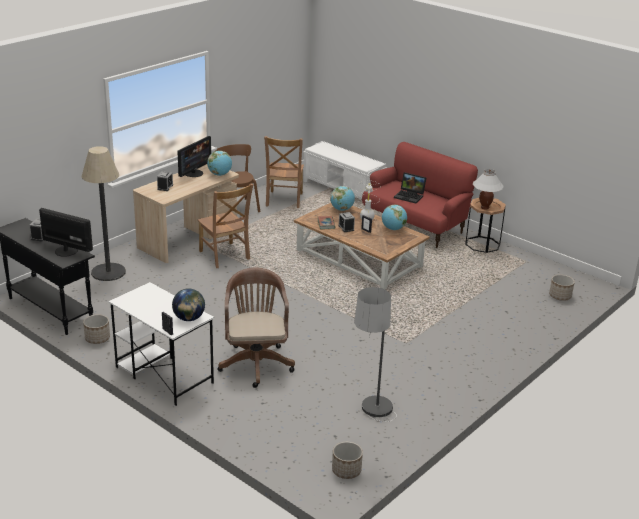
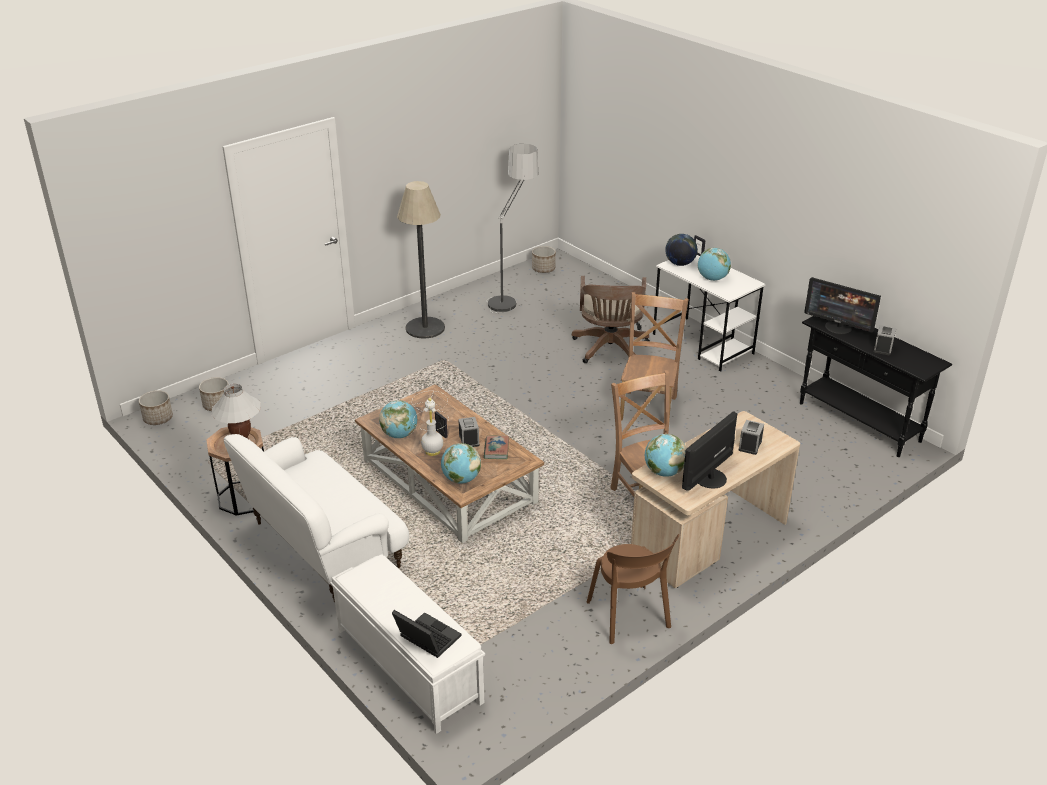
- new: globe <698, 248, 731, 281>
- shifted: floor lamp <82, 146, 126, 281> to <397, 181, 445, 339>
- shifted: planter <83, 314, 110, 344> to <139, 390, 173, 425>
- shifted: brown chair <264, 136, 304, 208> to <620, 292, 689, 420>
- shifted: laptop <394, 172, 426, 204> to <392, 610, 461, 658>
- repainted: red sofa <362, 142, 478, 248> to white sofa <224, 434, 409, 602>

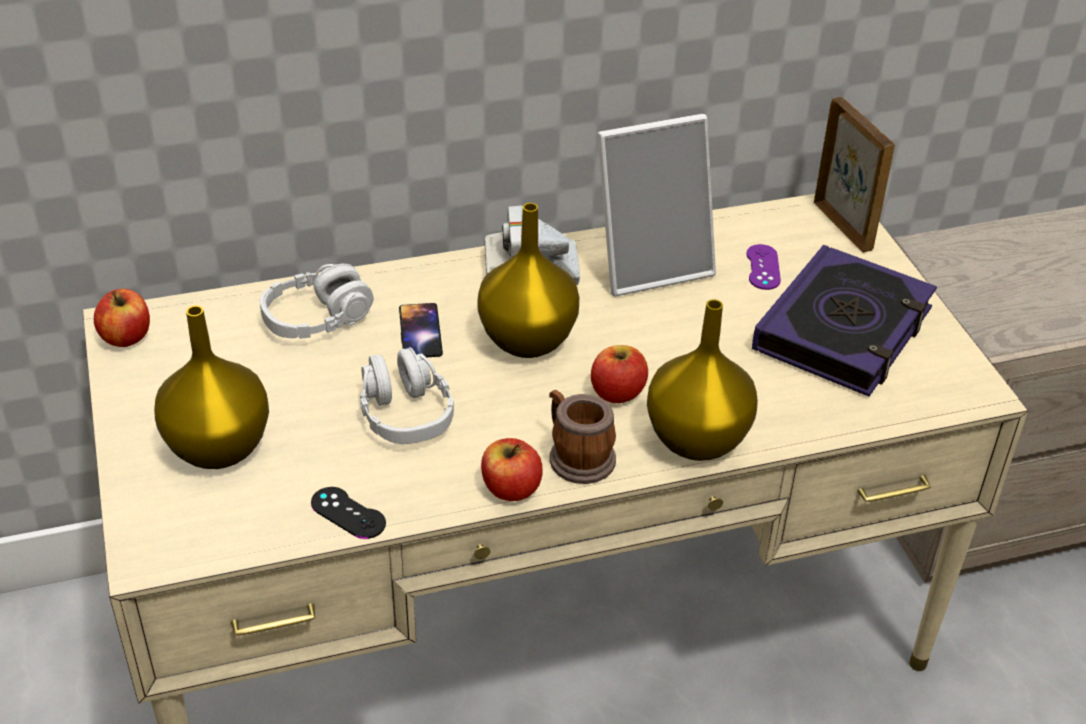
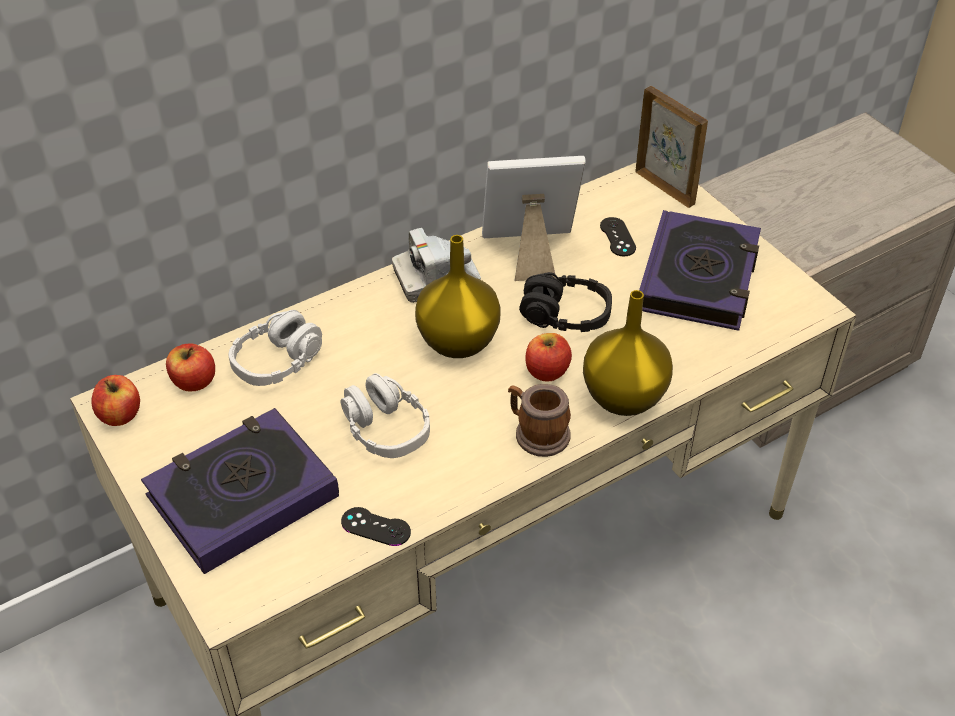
- gone: phone <399, 303, 443, 358>
- new: black headphones <519, 272, 612, 332>
- shifted: apple <481, 438, 543, 501> to <166, 343, 215, 391>
- swapped: yellow vase <154, 306, 269, 469> to book <141, 408, 339, 574>
- repainted: purple game controller <746, 244, 781, 290> to black game controller <600, 217, 636, 256>
- rotated: picture frame <597, 114, 716, 296> = <482, 156, 586, 281> 150 degrees counterclockwise

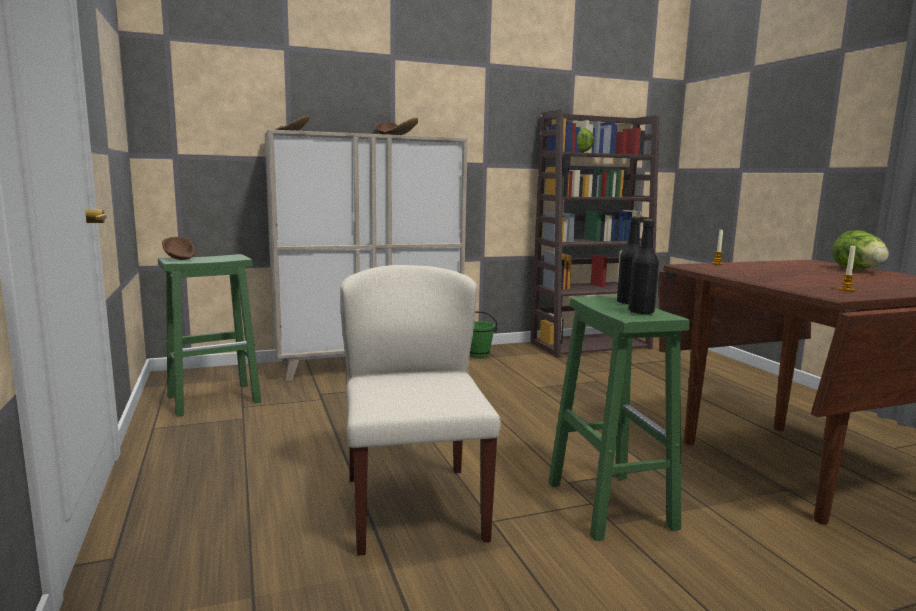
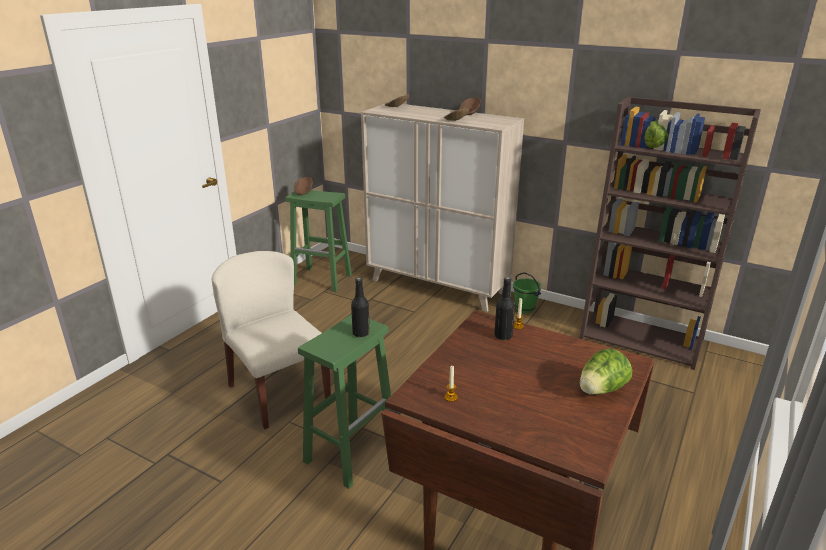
- shifted: black bottle <628, 220, 659, 314> to <494, 277, 515, 340>
- rotated: beige chair <340, 265, 501, 556> = <211, 251, 331, 429> 75 degrees counterclockwise

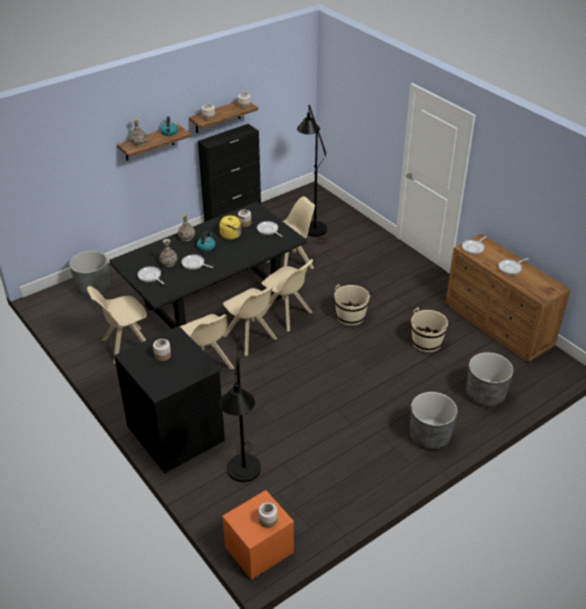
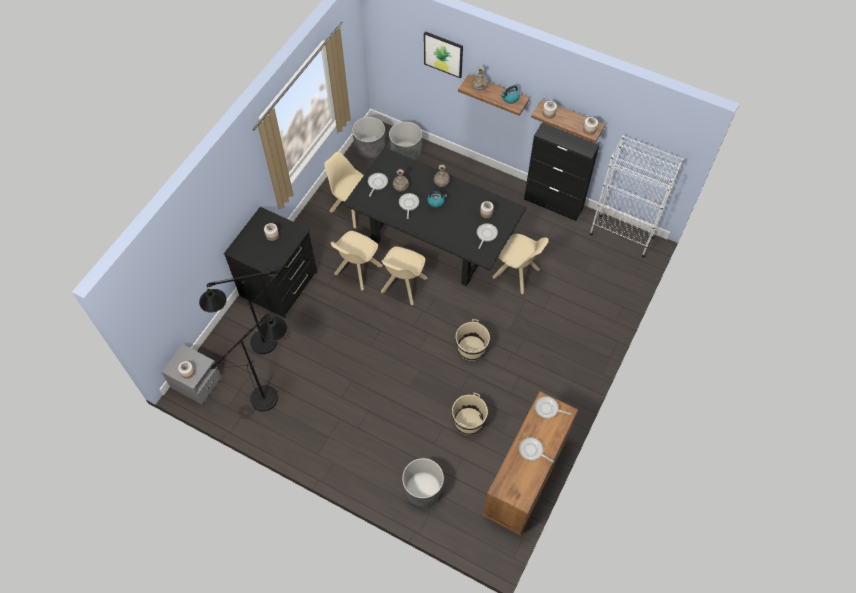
- gone: yellow kettle <219, 214, 245, 240>
- gone: beige chair <260, 259, 313, 331>
- new: picture <424, 31, 463, 79>
- new: white bookcase <590, 135, 683, 258>
- shifted: black floor lamp <297, 105, 327, 244> to <211, 314, 287, 419>
- shifted: grey planter <410, 392, 457, 449> to <352, 117, 385, 158>
- repainted: orange nightstand <222, 490, 294, 580> to grey nightstand <161, 344, 222, 405>

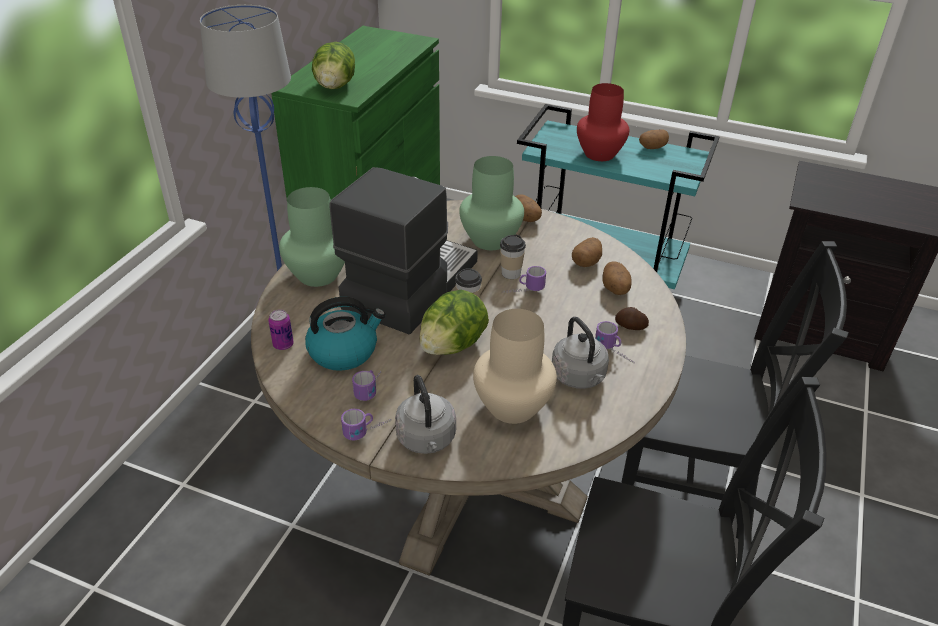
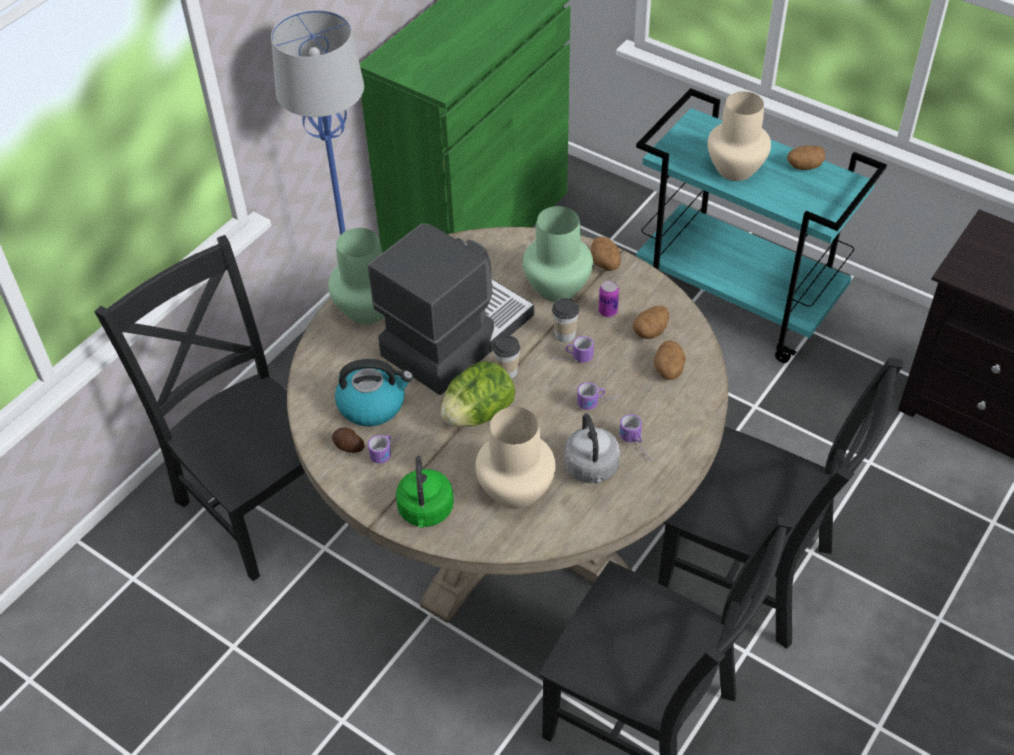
- gone: lettuce <312, 42, 355, 89>
- new: black chair <94, 235, 305, 581>
- shifted: can <268, 309, 294, 350> to <598, 280, 619, 317>
- shifted: mug <341, 409, 391, 441> to <577, 382, 621, 410>
- shifted: potato <615, 307, 649, 330> to <332, 427, 365, 453>
- repainted: grey kettle <395, 375, 456, 454> to green kettle <396, 456, 454, 528>
- repainted: red vase <577, 83, 629, 161> to beige vase <707, 91, 771, 181>

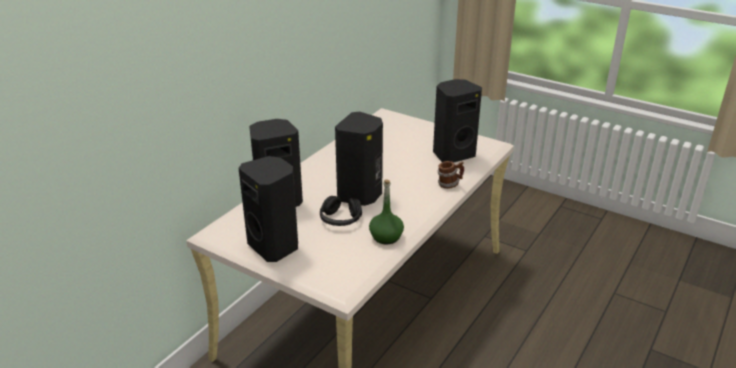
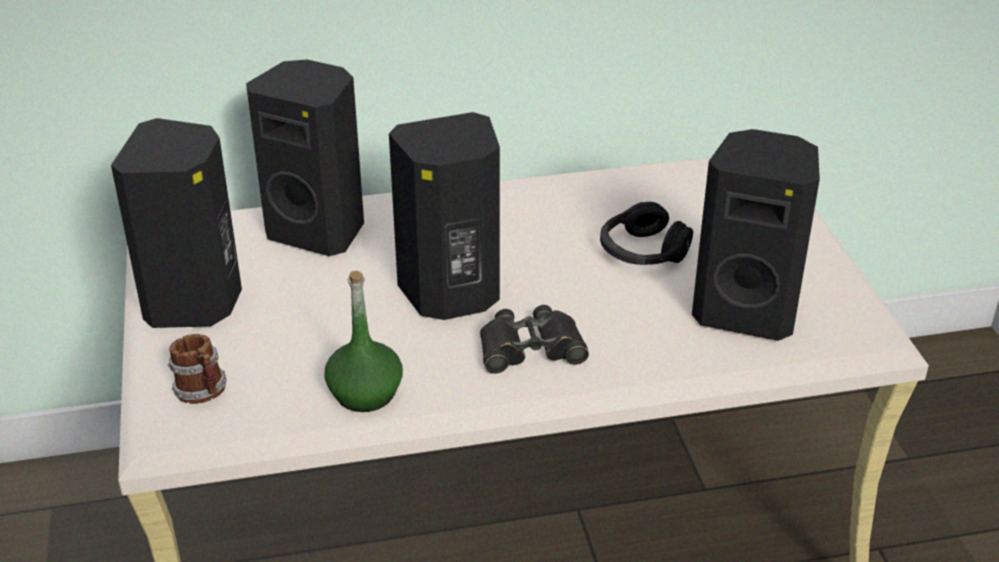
- new: black binoculars <480, 305, 589, 374>
- shifted: black headphones <320, 196, 362, 226> to <600, 202, 693, 265>
- shifted: mug <437, 161, 464, 189> to <168, 334, 227, 404>

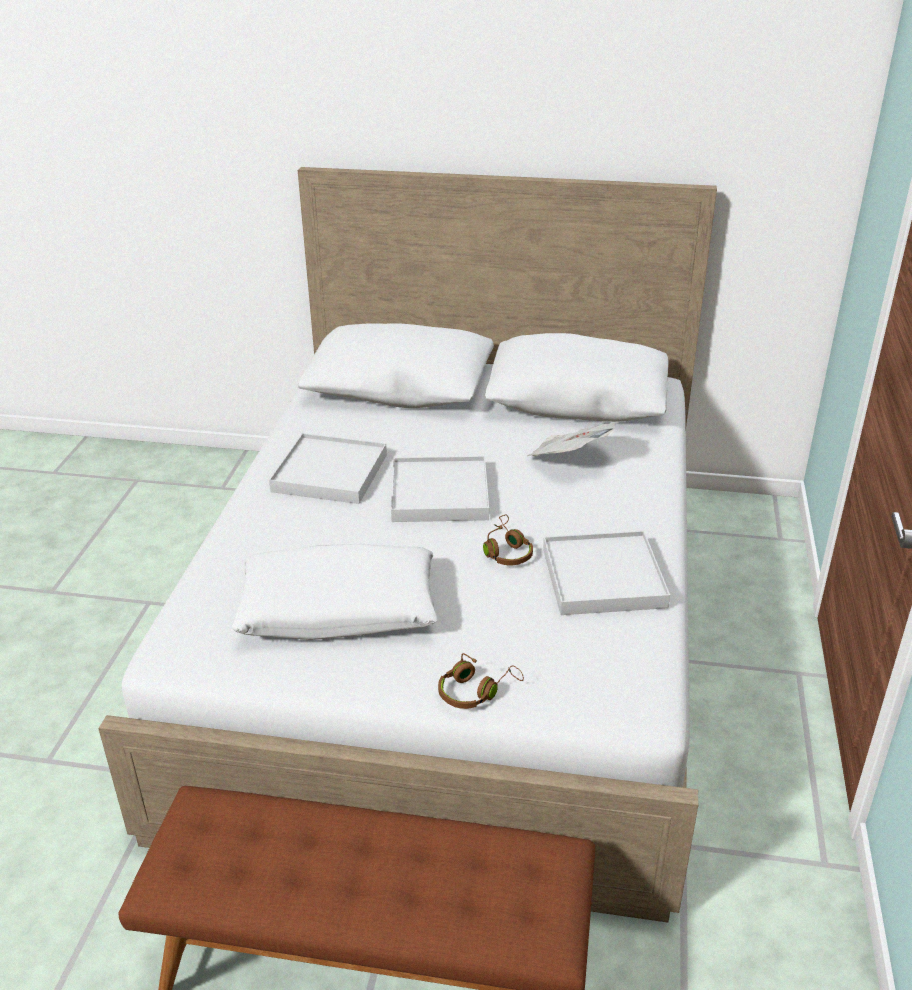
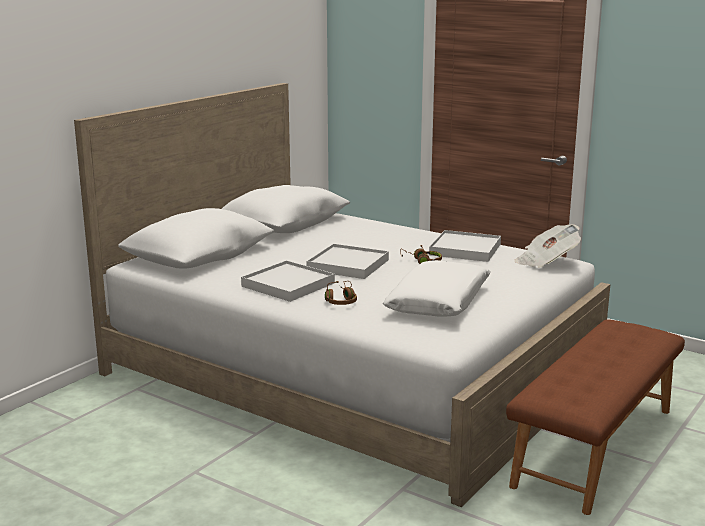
- shifted: brown headphones <438, 653, 524, 709> to <325, 281, 357, 305>
- shifted: newspaper <528, 422, 619, 456> to <515, 224, 581, 268>

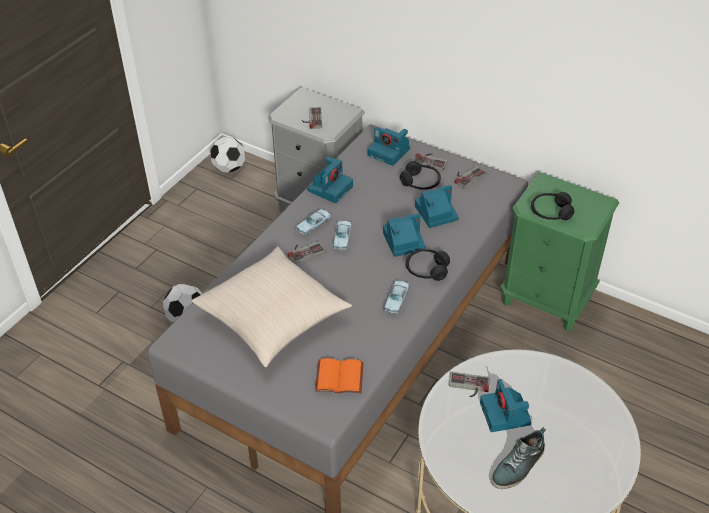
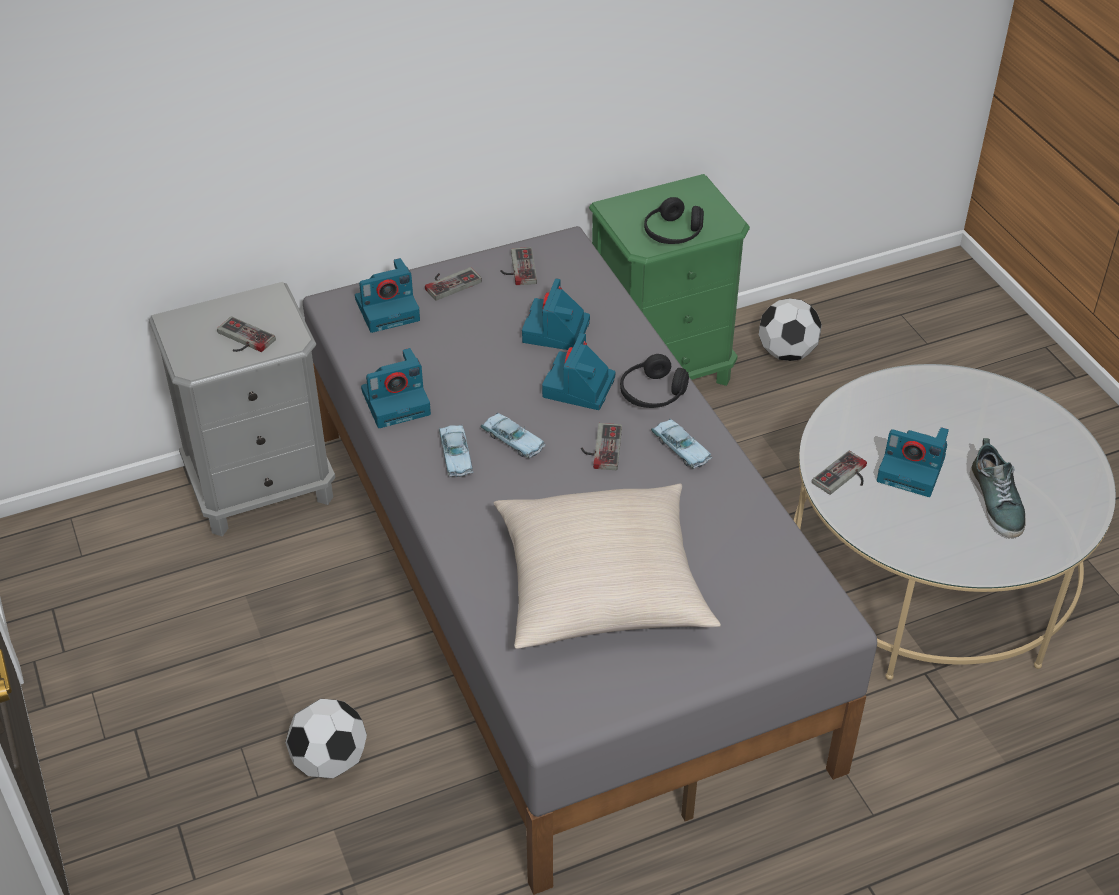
- gone: orange book <315, 358, 363, 394>
- gone: black headphones <400, 161, 441, 190>
- shifted: football <210, 137, 245, 173> to <759, 298, 822, 361>
- shifted: game controller <287, 241, 326, 264> to <581, 423, 622, 470>
- rotated: photo camera <308, 156, 353, 203> = <361, 348, 431, 428> 90 degrees clockwise

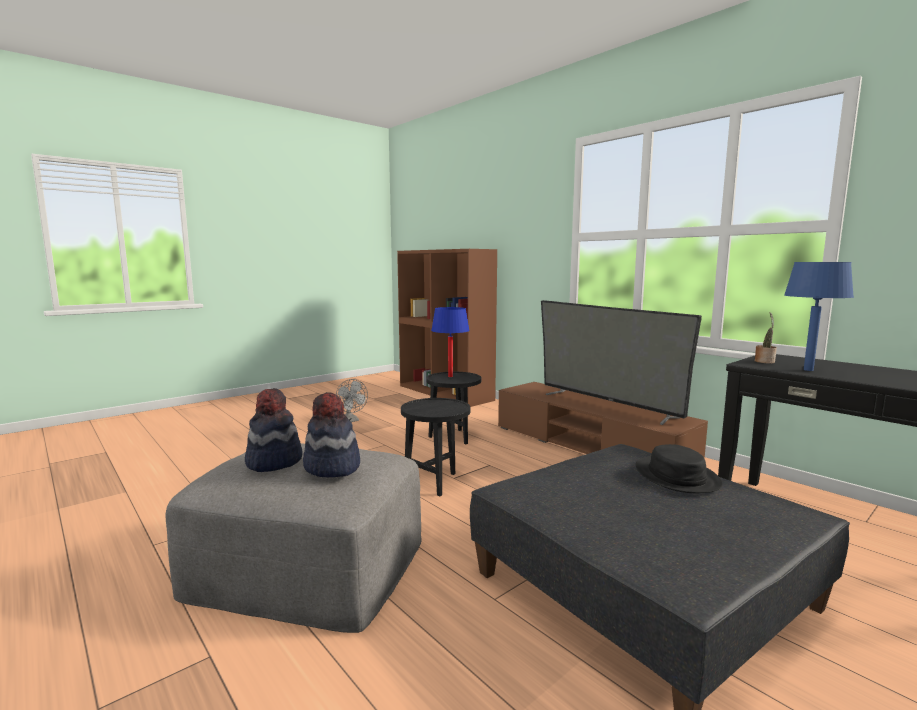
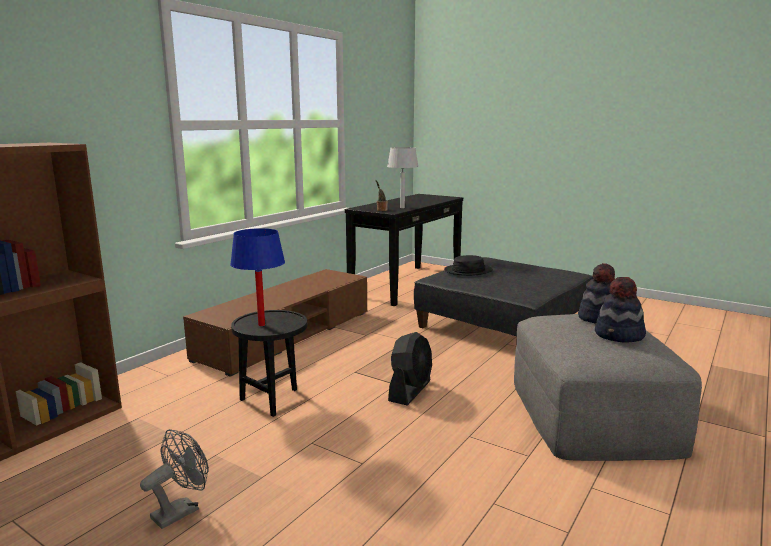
- gone: television <541, 300, 702, 425>
- swapped: black side table <401, 398, 470, 496> to black fan <388, 332, 432, 406>
- repainted: blue table lamp <784, 262, 854, 371> to grey table lamp <387, 147, 419, 208>

